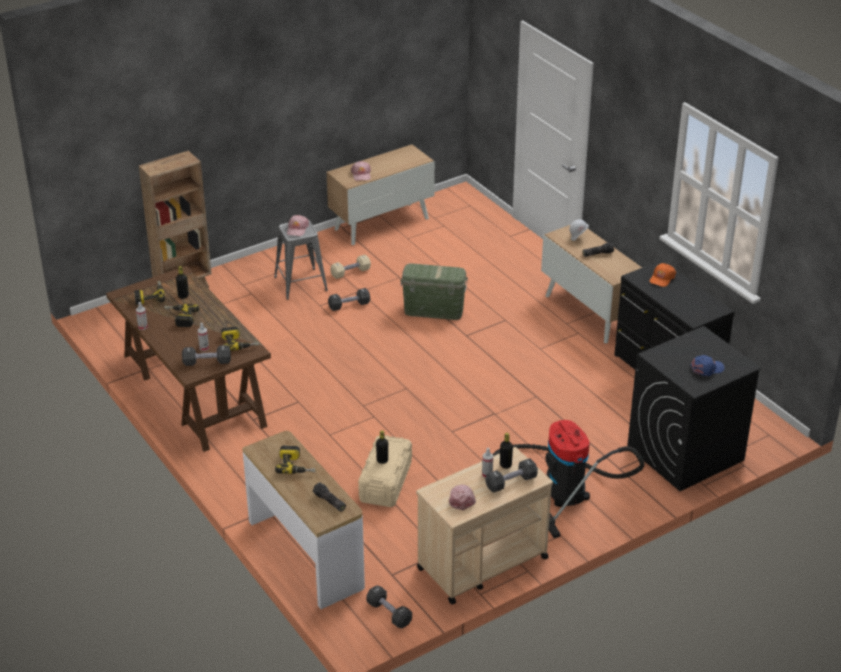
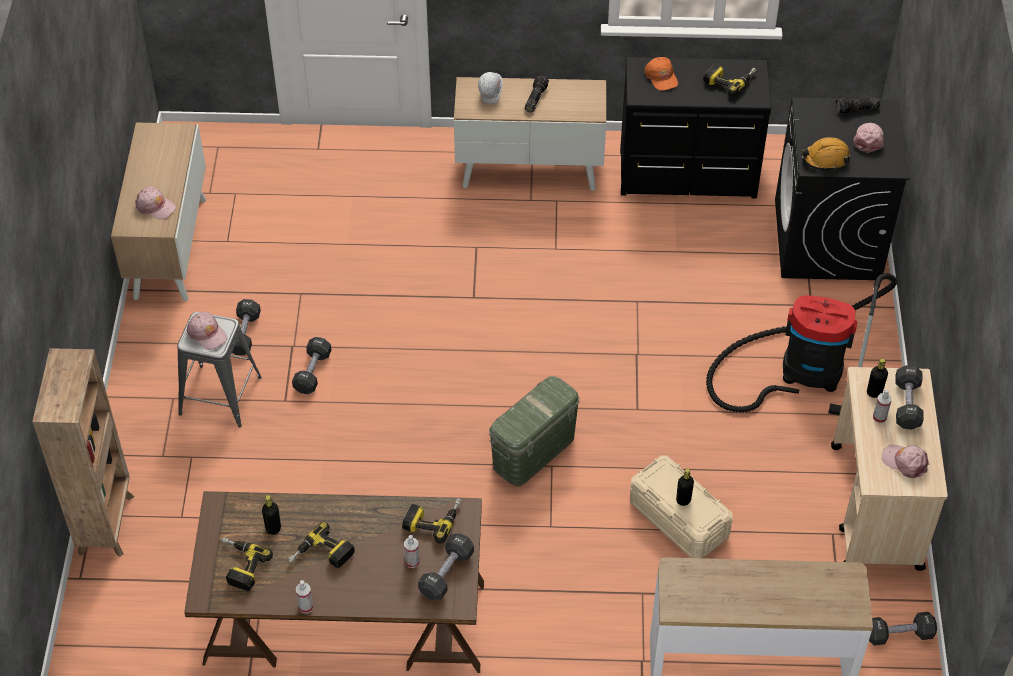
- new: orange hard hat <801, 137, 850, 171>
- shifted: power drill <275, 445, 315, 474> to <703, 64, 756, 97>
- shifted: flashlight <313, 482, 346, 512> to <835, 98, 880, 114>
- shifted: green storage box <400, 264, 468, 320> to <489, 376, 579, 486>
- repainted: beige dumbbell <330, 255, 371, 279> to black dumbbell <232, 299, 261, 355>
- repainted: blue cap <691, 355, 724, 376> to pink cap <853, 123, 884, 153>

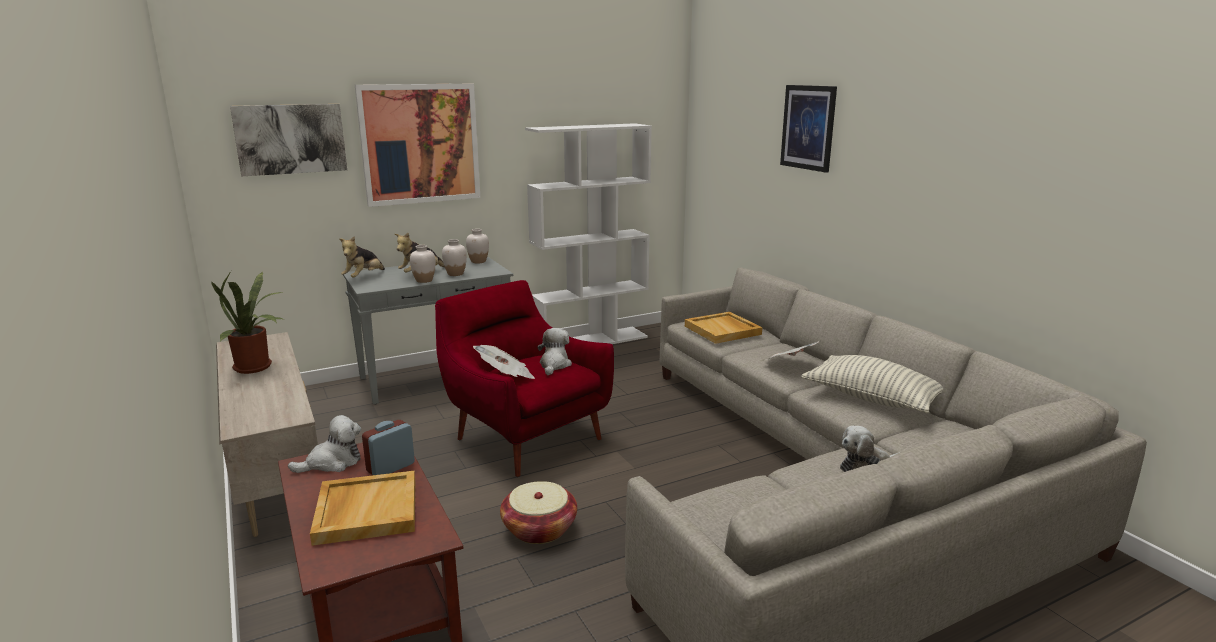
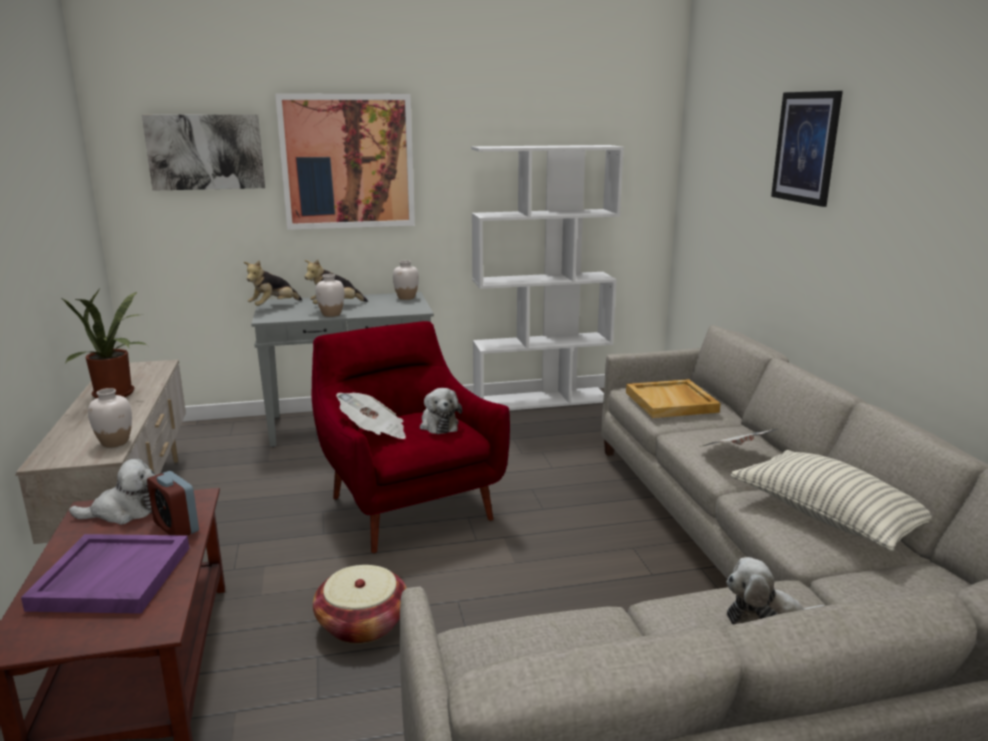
- shifted: white vase <442, 239, 467, 276> to <88, 388, 132, 447>
- repainted: beige tray <310, 471, 415, 546> to purple tray <21, 534, 189, 614>
- rotated: alarm clock <362, 420, 415, 475> = <147, 471, 199, 536> 105 degrees counterclockwise
- rotated: plush toy <538, 328, 572, 375> = <420, 388, 462, 434> 135 degrees clockwise

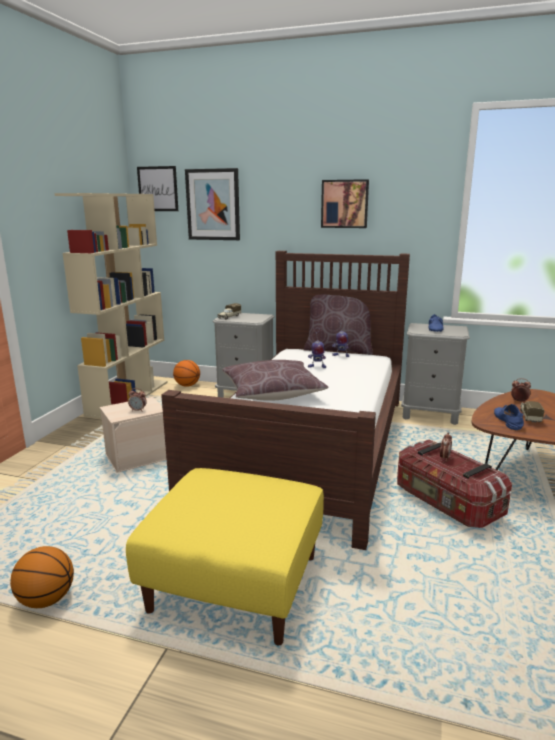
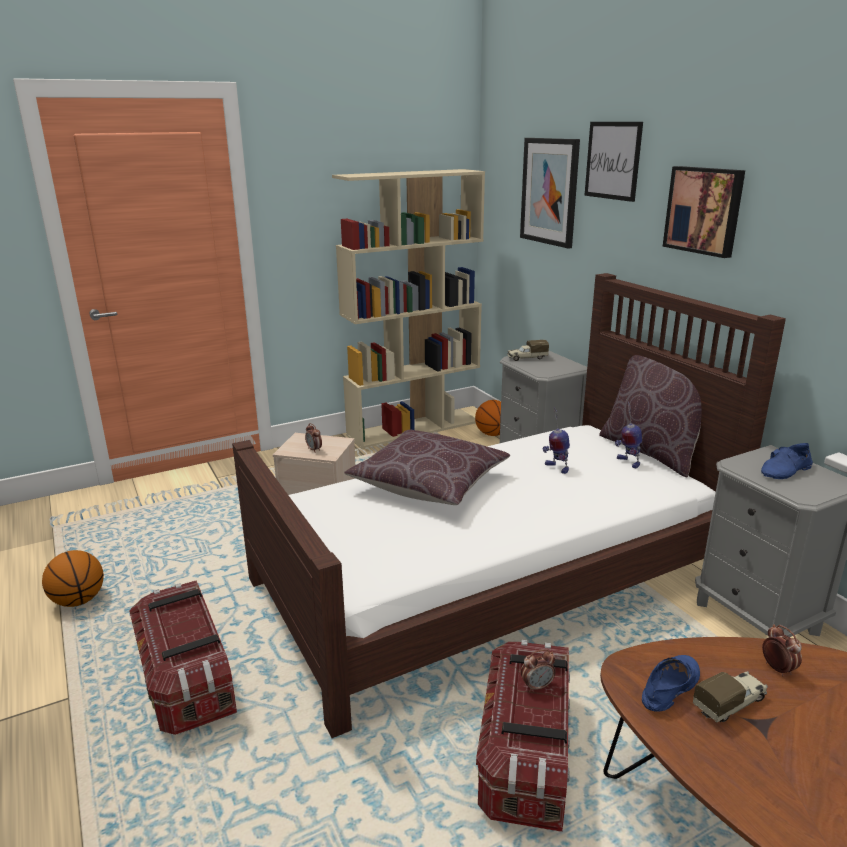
- shifted: picture <137, 166, 178, 211> to <584, 122, 643, 202>
- swapped: yellow ottoman <126, 468, 324, 645> to storage box <129, 580, 237, 735>

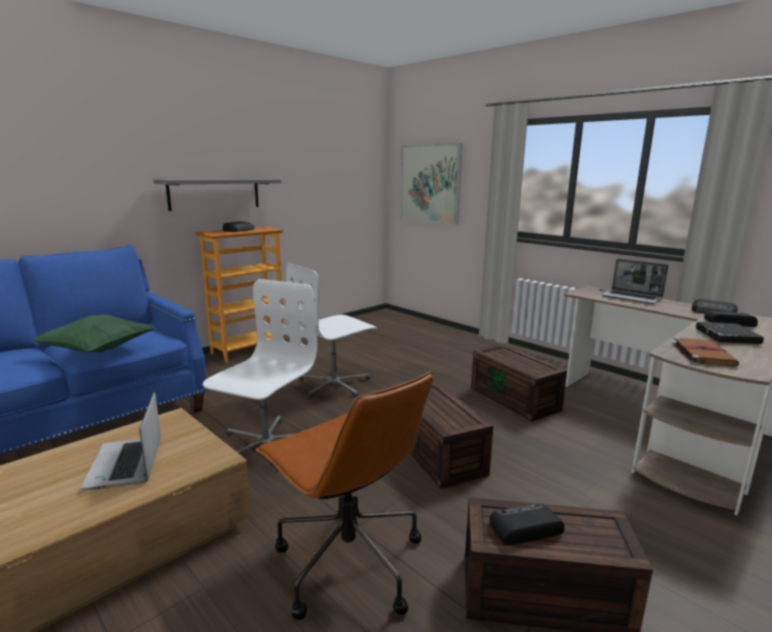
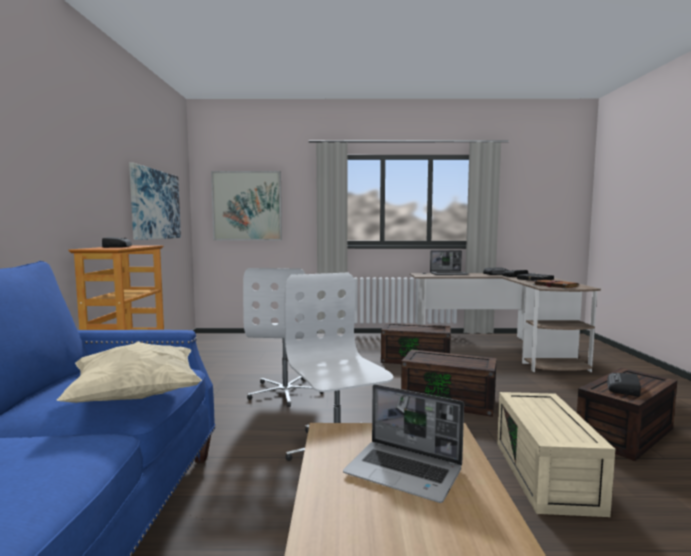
- gone: grey shelf <153, 179, 281, 211>
- new: picture <129, 163, 181, 240>
- swapped: brown office chair <256, 371, 434, 620> to beige storage box <497, 392, 615, 517>
- repainted: green pillow <32, 314, 155, 353> to beige pillow <56, 341, 202, 403>

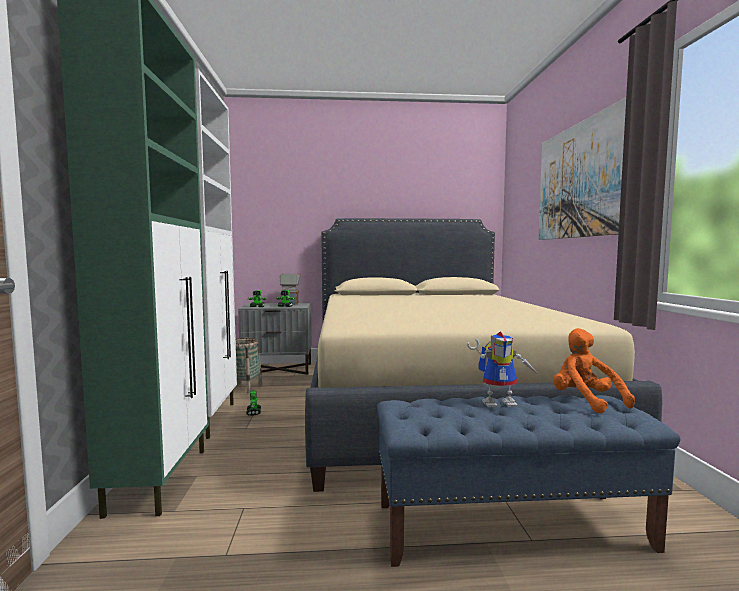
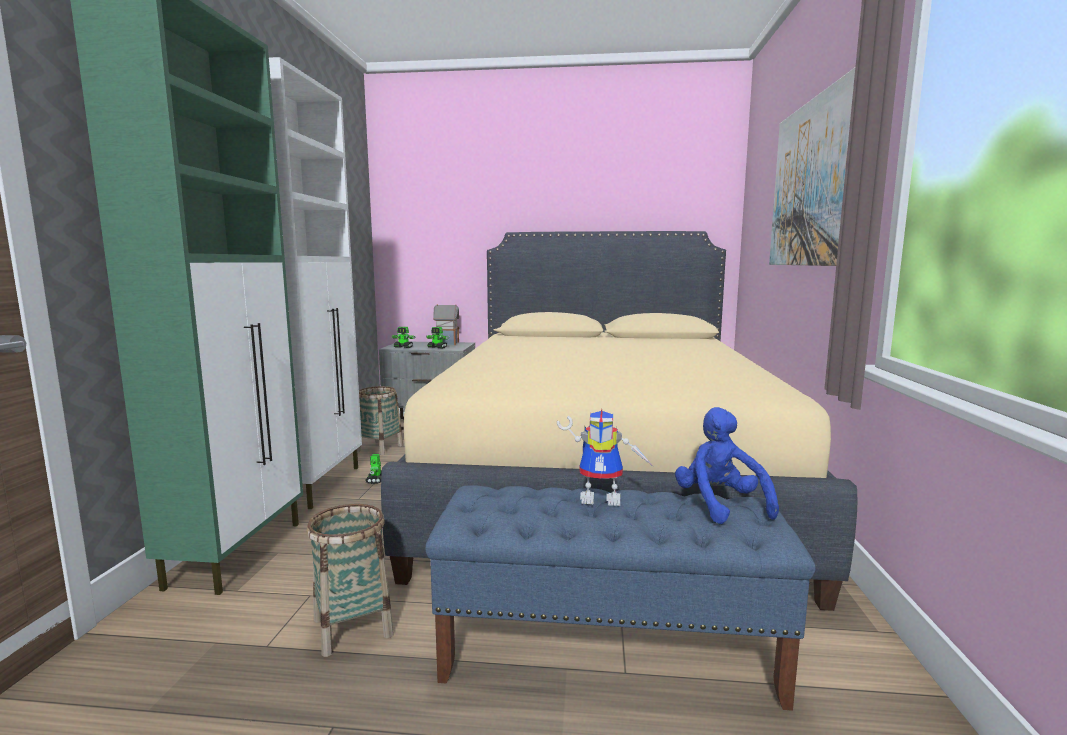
- new: basket <307, 504, 394, 657>
- repainted: orange plush toy <553, 328, 635, 413> to blue plush toy <675, 407, 779, 524>

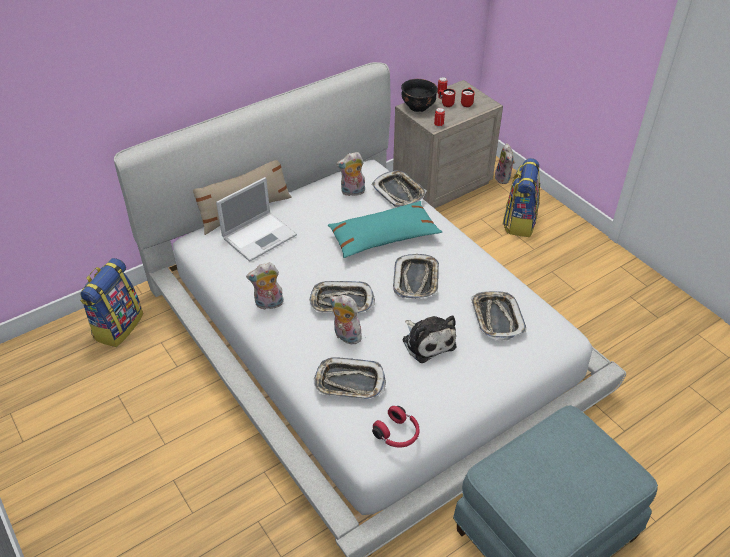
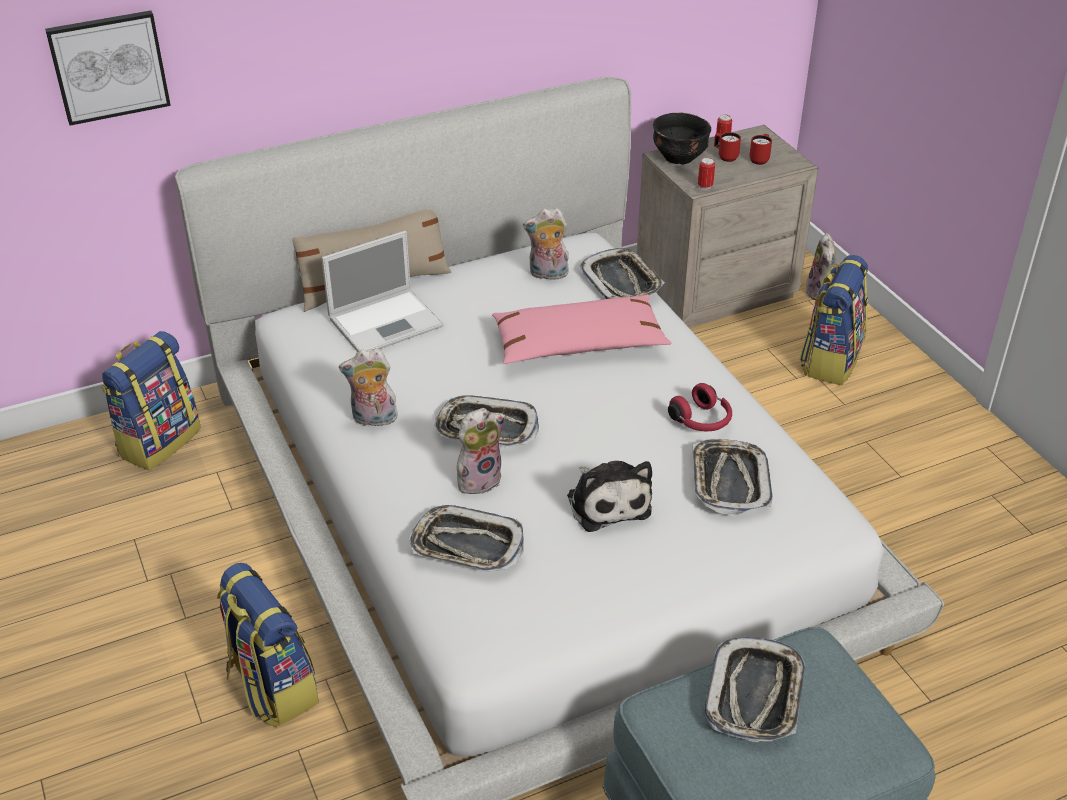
- new: picture <45, 10, 171, 126>
- new: backpack <217, 563, 319, 728>
- shifted: red headphones <372, 406, 420, 448> to <668, 383, 732, 431>
- shifted: tray <393, 254, 439, 299> to <705, 637, 805, 742>
- repainted: turquoise pillow <328, 201, 442, 258> to pink pillow <492, 295, 672, 364>
- rotated: plush toy <330, 295, 362, 344> = <457, 408, 506, 497> 105 degrees clockwise

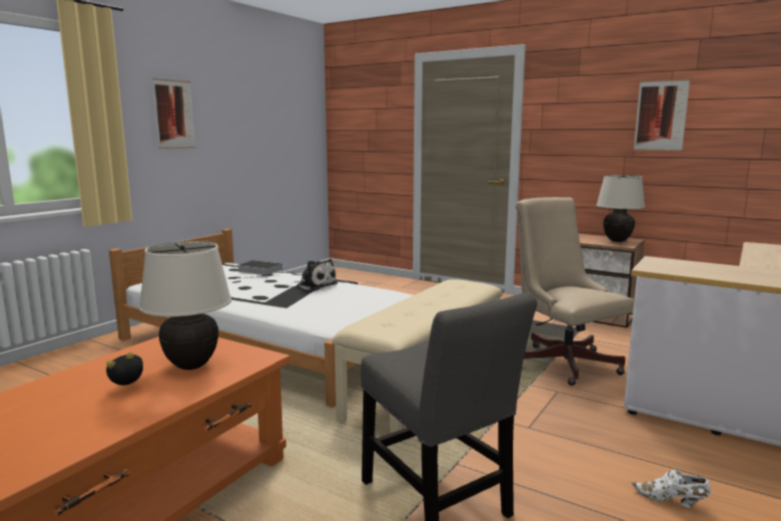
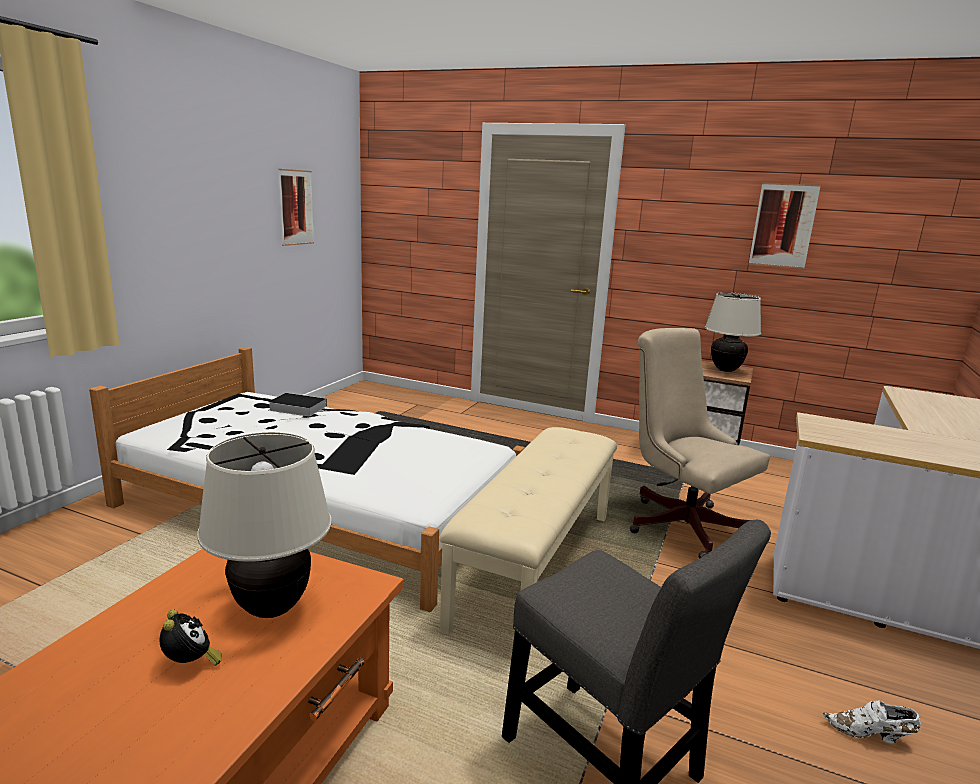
- gone: plush toy <296, 259, 337, 291>
- shifted: picture <152, 78, 195, 149> to <278, 169, 314, 246>
- rotated: alarm clock <106, 353, 143, 385> = <159, 609, 222, 666> 105 degrees clockwise

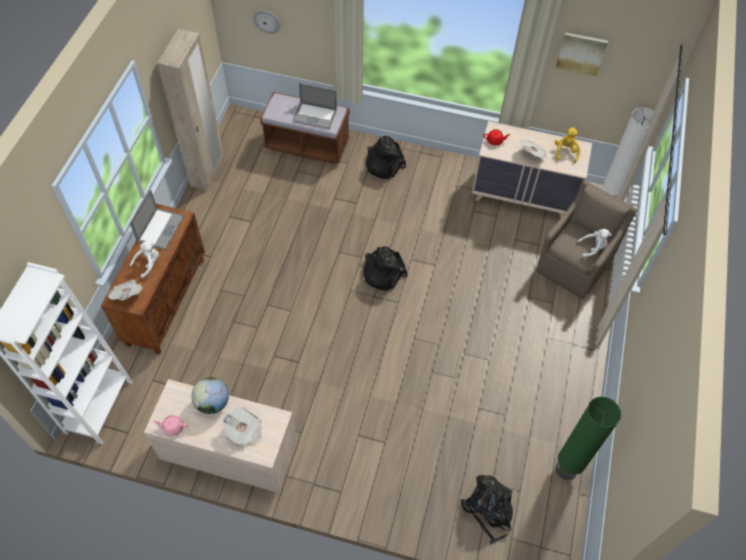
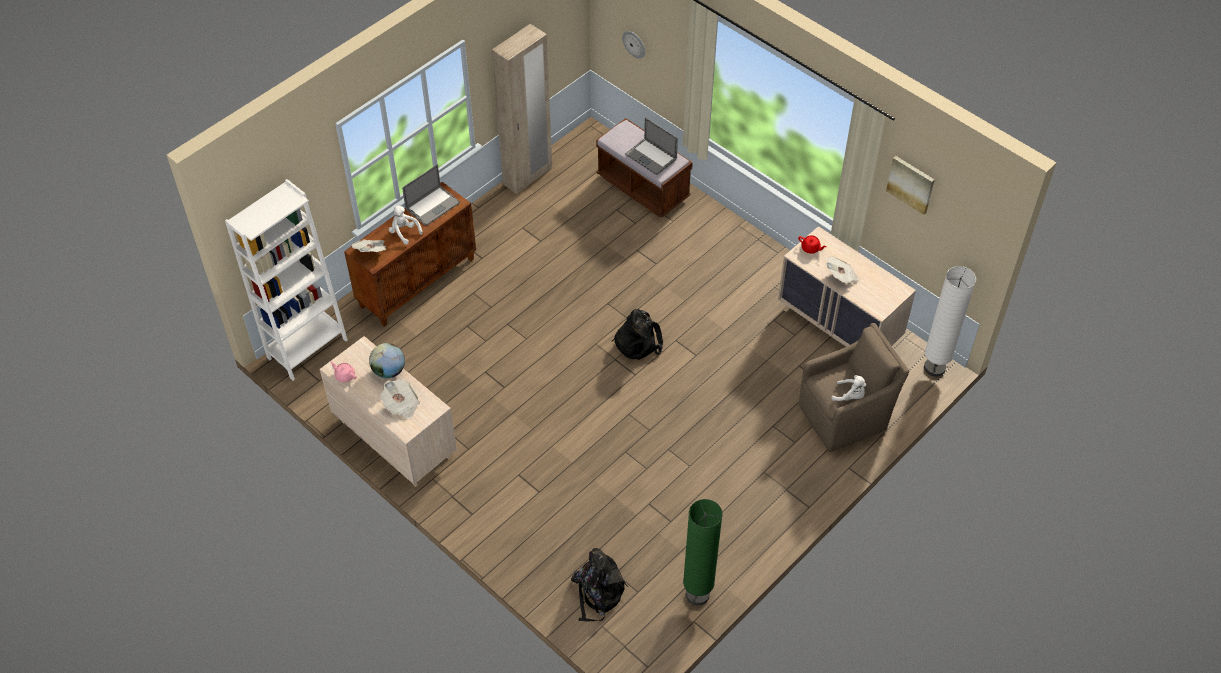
- gone: black backpack <366, 136, 406, 179>
- gone: yellow plush toy <555, 127, 581, 163>
- rotated: white plush toy <130, 241, 159, 278> = <388, 206, 423, 245> 120 degrees counterclockwise

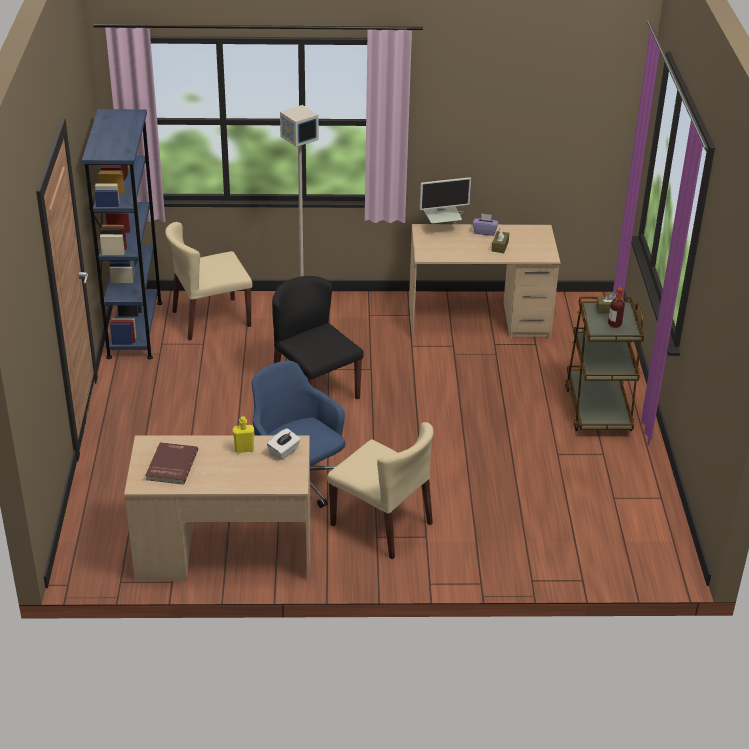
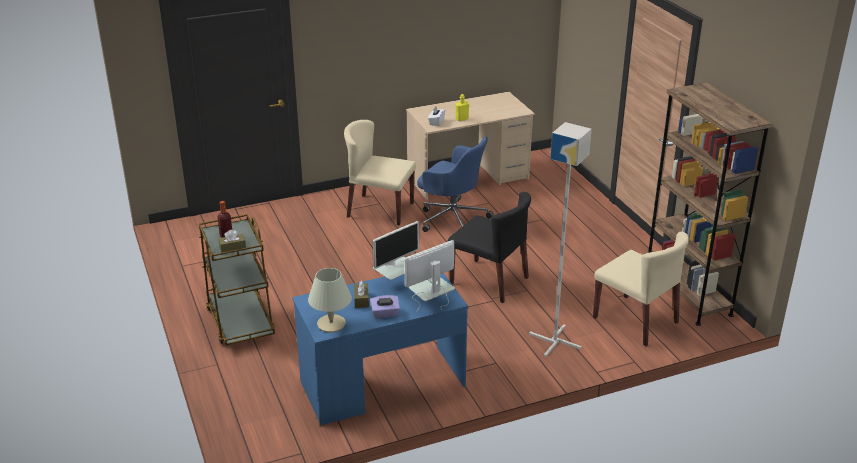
- gone: red book <145, 442, 198, 485>
- new: beige table lamp <308, 268, 352, 333>
- new: monitor <373, 221, 419, 280>
- repainted: blue bookcase <82, 109, 163, 359> to brown bookcase <648, 82, 772, 326>
- repainted: beige desk <409, 224, 560, 339> to blue desk <292, 273, 468, 425>
- rotated: beige chair <165, 222, 253, 341> = <593, 232, 689, 346> 90 degrees clockwise

